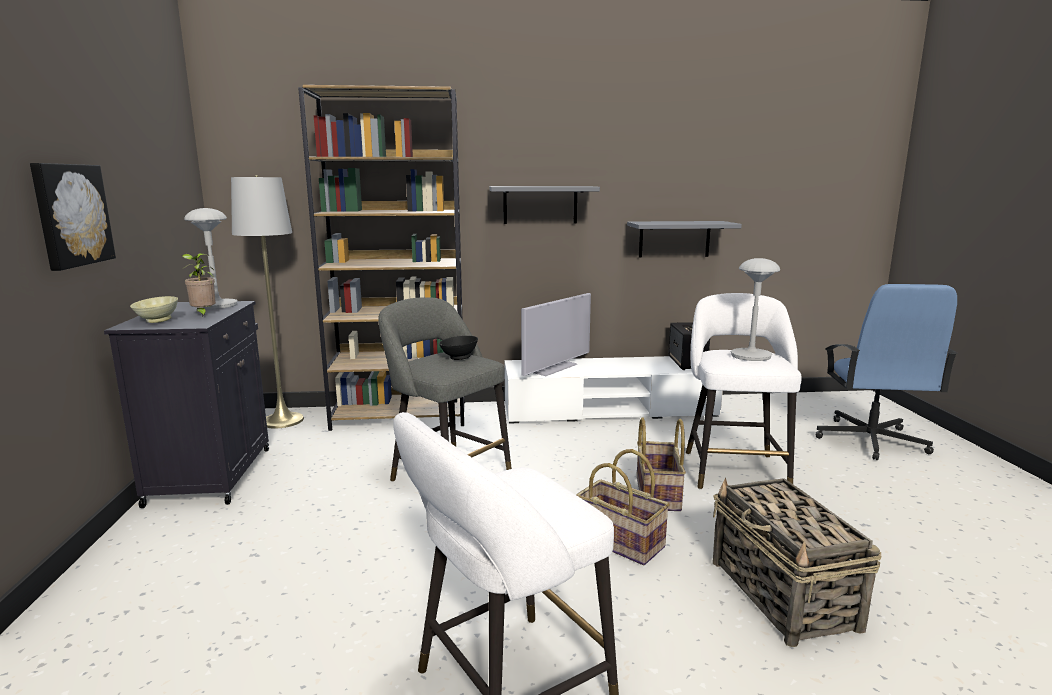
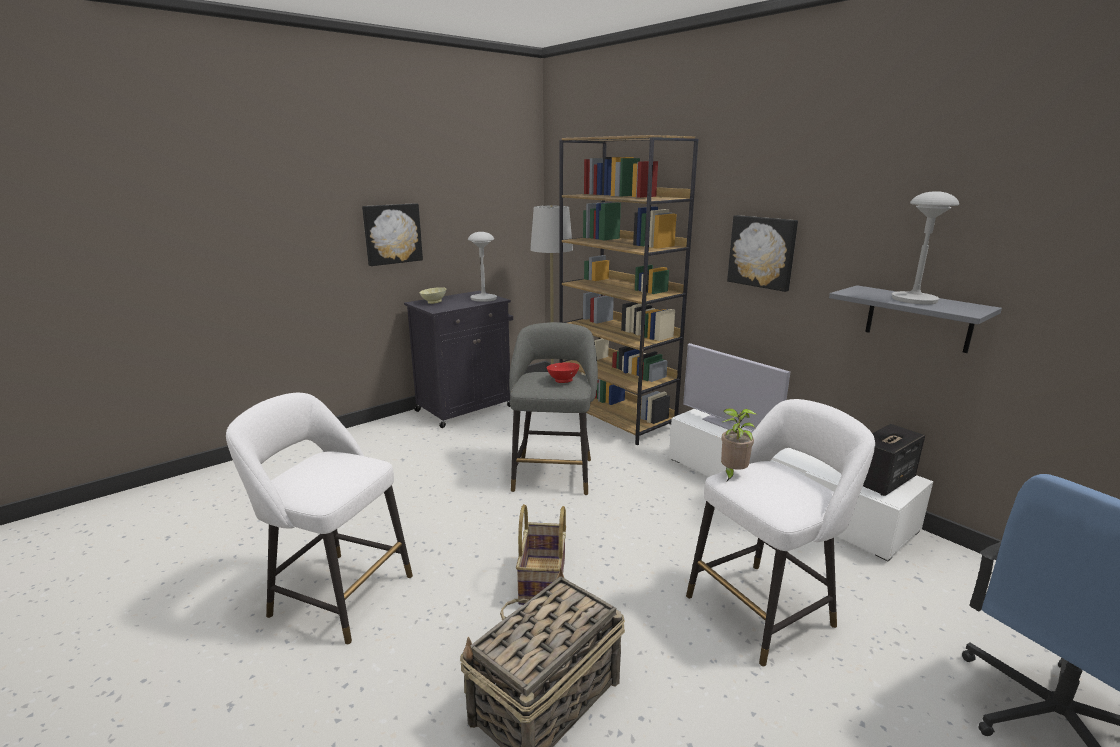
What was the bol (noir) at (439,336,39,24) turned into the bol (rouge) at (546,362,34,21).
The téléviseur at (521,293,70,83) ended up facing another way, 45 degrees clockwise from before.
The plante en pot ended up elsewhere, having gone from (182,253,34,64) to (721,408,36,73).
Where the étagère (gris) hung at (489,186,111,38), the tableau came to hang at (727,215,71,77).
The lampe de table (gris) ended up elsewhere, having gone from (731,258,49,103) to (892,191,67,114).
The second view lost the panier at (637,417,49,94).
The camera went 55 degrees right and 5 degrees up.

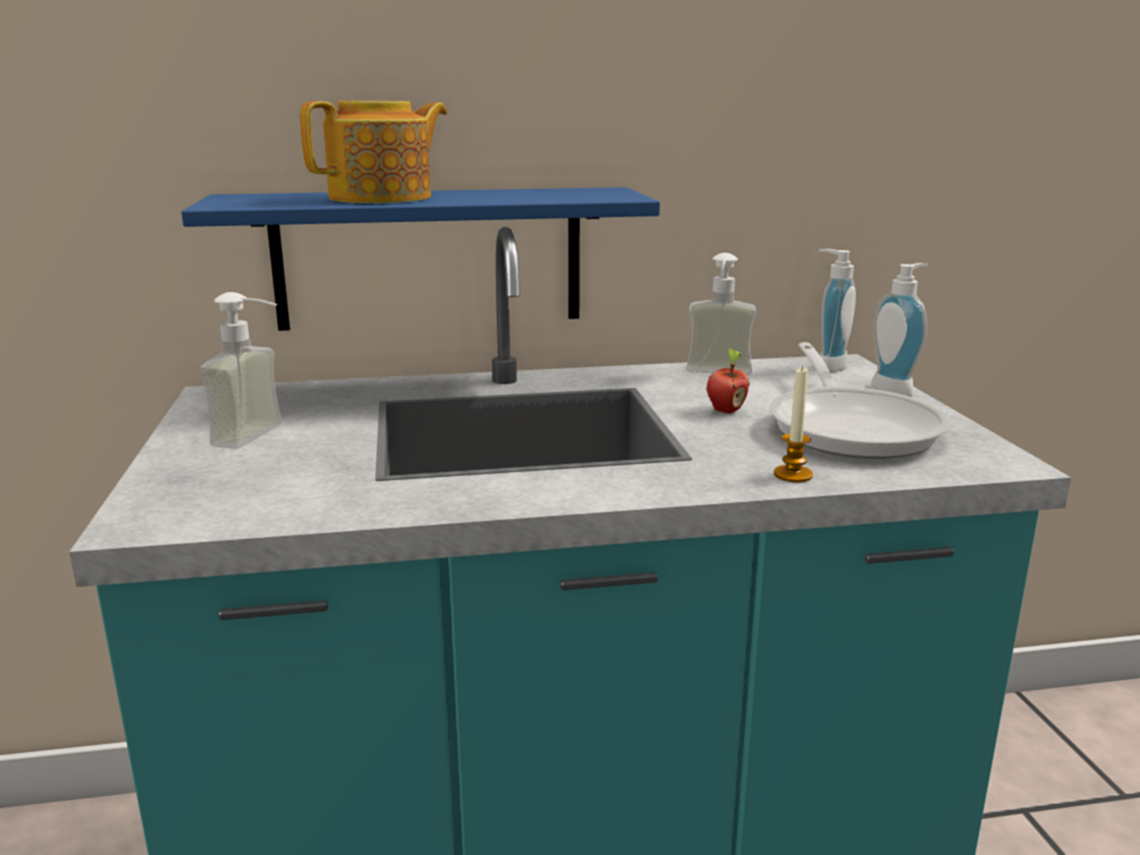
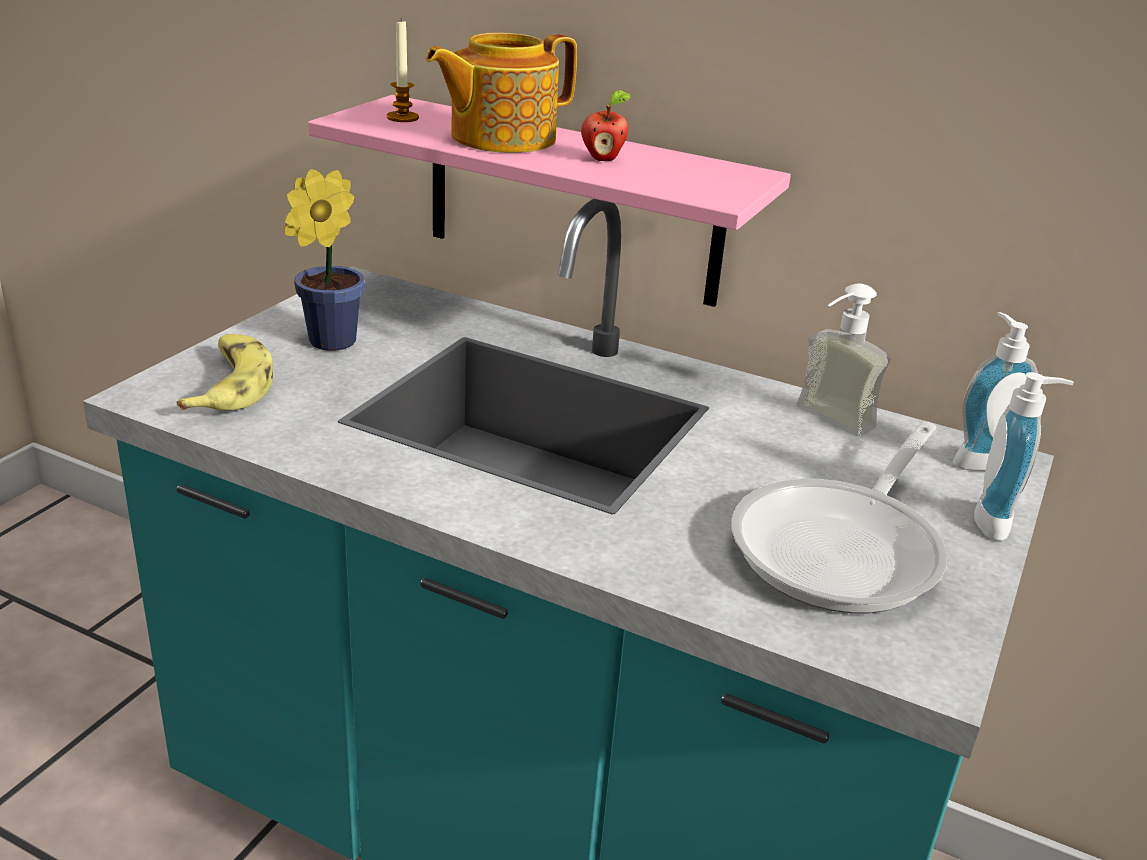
The second view gained the banane at (176,334,97,76).
Where the distributeur de savon stood at (200,292,82,157), the plante en pot came to stand at (284,169,81,182).
What was the étagère (bleu) at (181,187,479,144) turned into the étagère (rose) at (308,95,483,212).
The bougie ended up elsewhere, having gone from (774,366,39,116) to (387,20,32,102).
The théière at (300,100,147,103) ended up facing another way, 150 degrees clockwise from before.
The pomme ended up elsewhere, having gone from (707,348,43,65) to (581,90,50,71).
The camera went 35 degrees right and 10 degrees up.

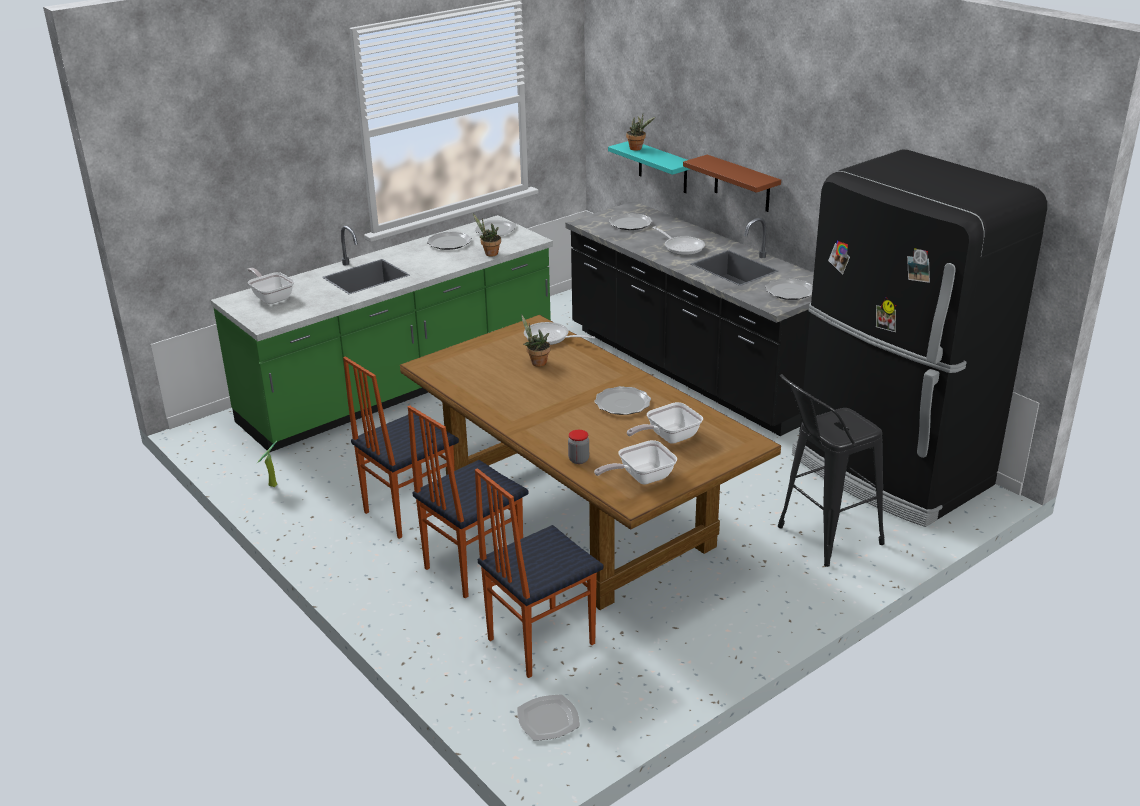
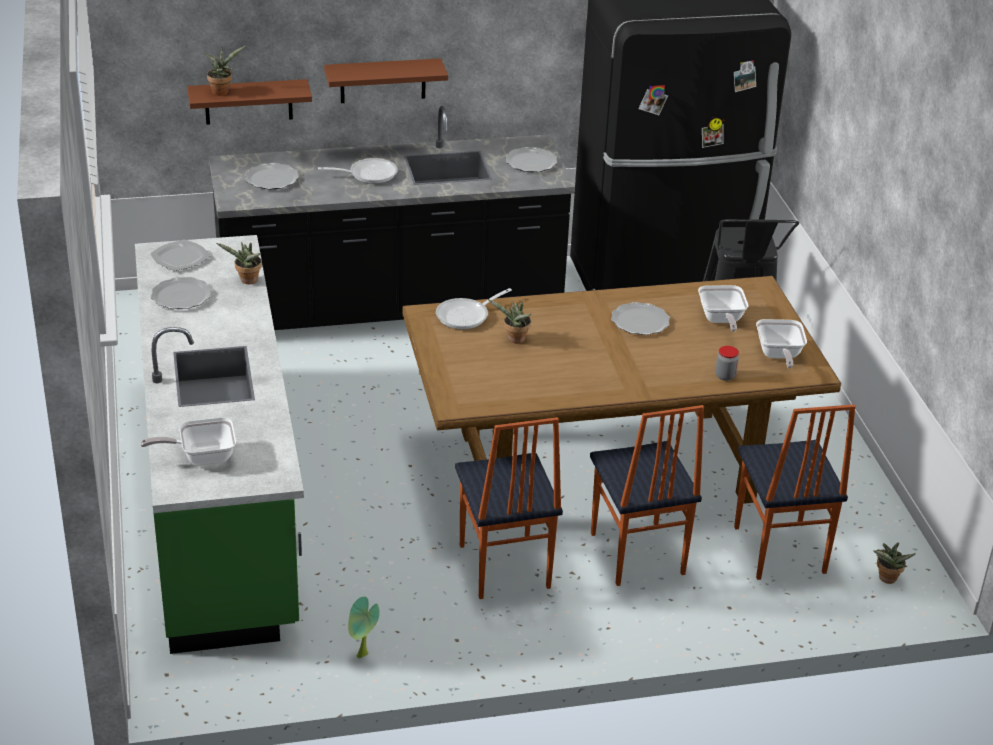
What was the étagère (turquoise) at (608,141,82,52) turned into the étagère (marron) at (187,79,125,46).
Where the assiette stood at (517,694,63,47), the plante en pot came to stand at (873,543,43,41).
The camera went 65 degrees left and 5 degrees up.

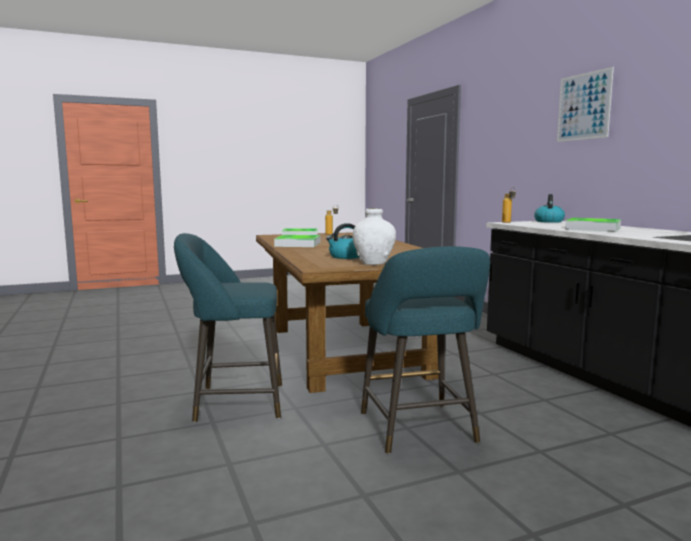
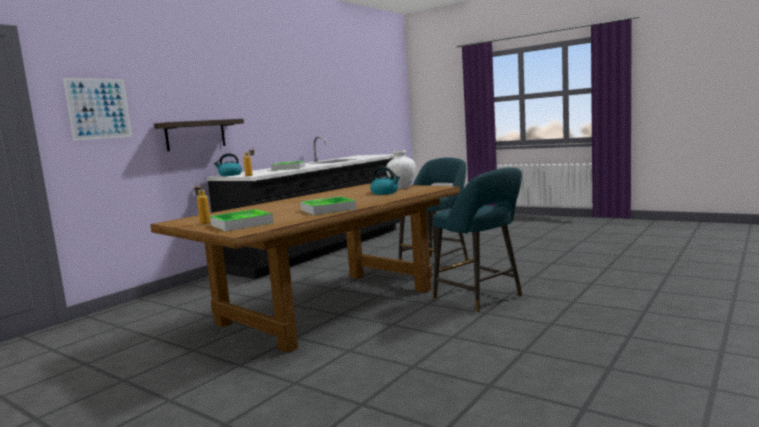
The tableau ended up elsewhere, having gone from (557,67,57,75) to (63,78,69,63).
The second view gained the étagère at (154,119,90,32).
The camera went 120 degrees left and 0 degrees up.

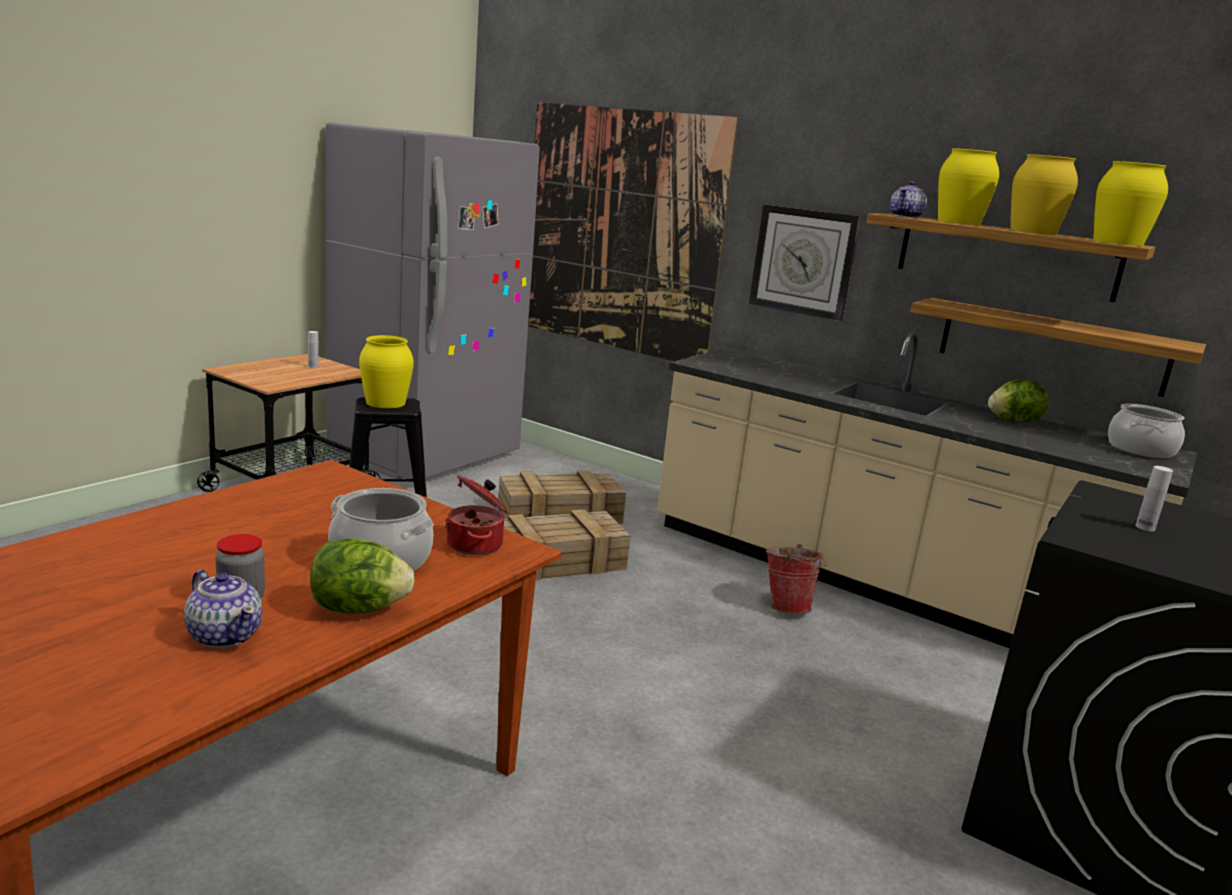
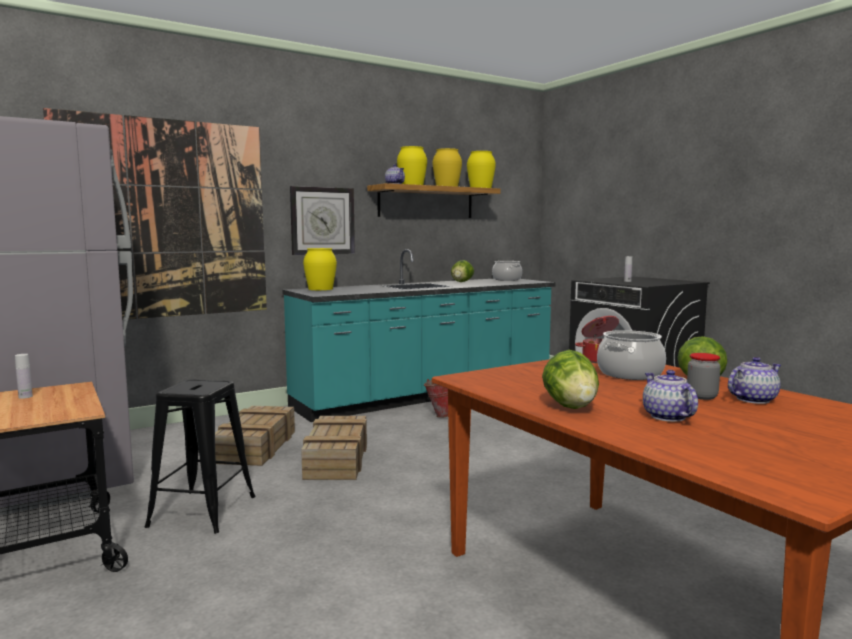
What was the comptoir de cuisine (beige) at (657,332,540,317) turned into the comptoir de cuisine (turquoise) at (282,249,274,173).
The vase (jaune) ended up elsewhere, having gone from (359,335,55,73) to (303,248,34,42).
The second view gained the laitue at (542,350,57,59).
The second view gained the théière at (643,370,55,52).
The second view lost the étagère at (910,298,296,99).
The camera went 65 degrees left and 10 degrees down.

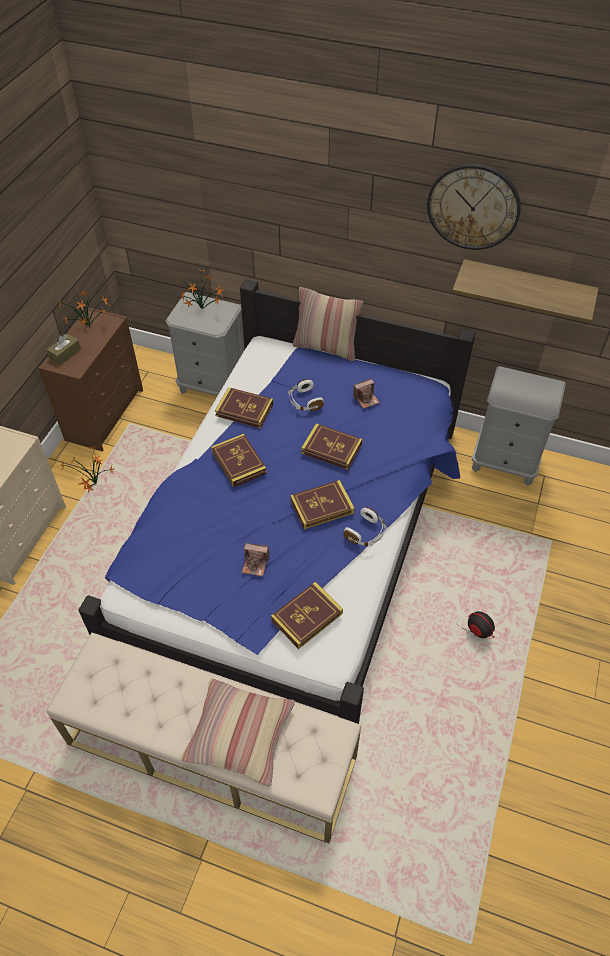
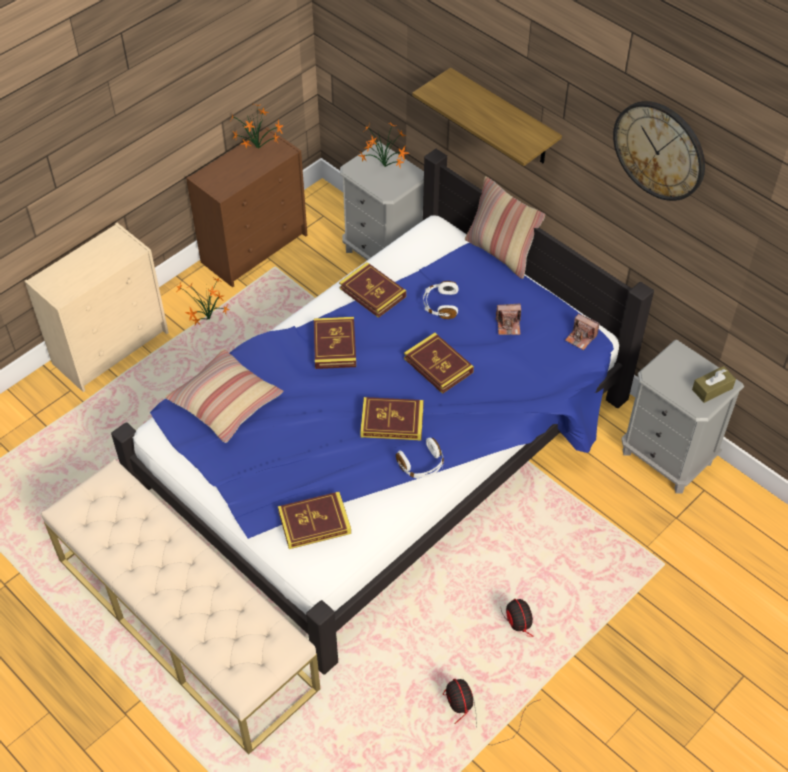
The coussin ended up elsewhere, having gone from (180,678,115,108) to (165,349,118,94).
The étagère ended up elsewhere, having gone from (452,259,147,64) to (412,67,150,99).
The second view gained the ventilateur at (443,679,98,66).
The appareil photo ended up elsewhere, having gone from (242,543,27,33) to (565,314,34,36).
The boîte à mouchoirs (marron) ended up elsewhere, having gone from (47,334,34,31) to (692,366,44,37).
The camera went 25 degrees right and 0 degrees up.

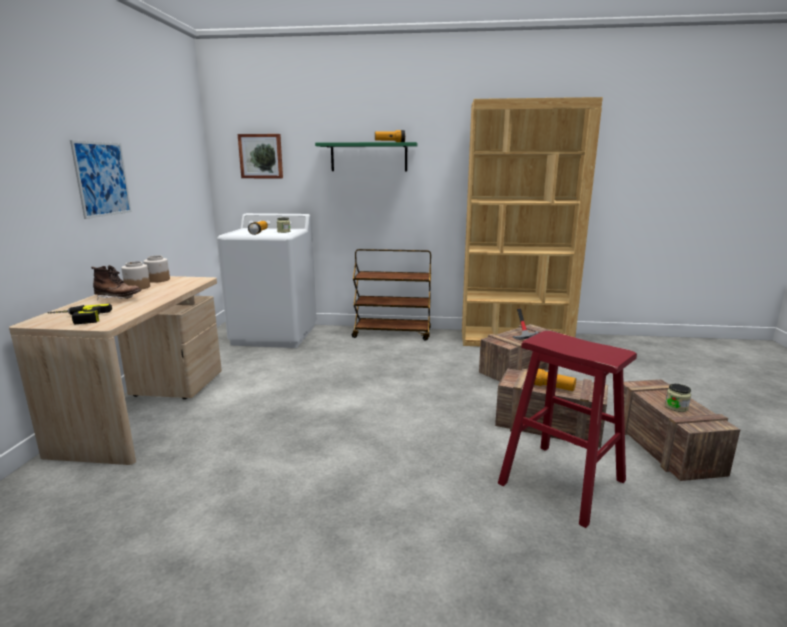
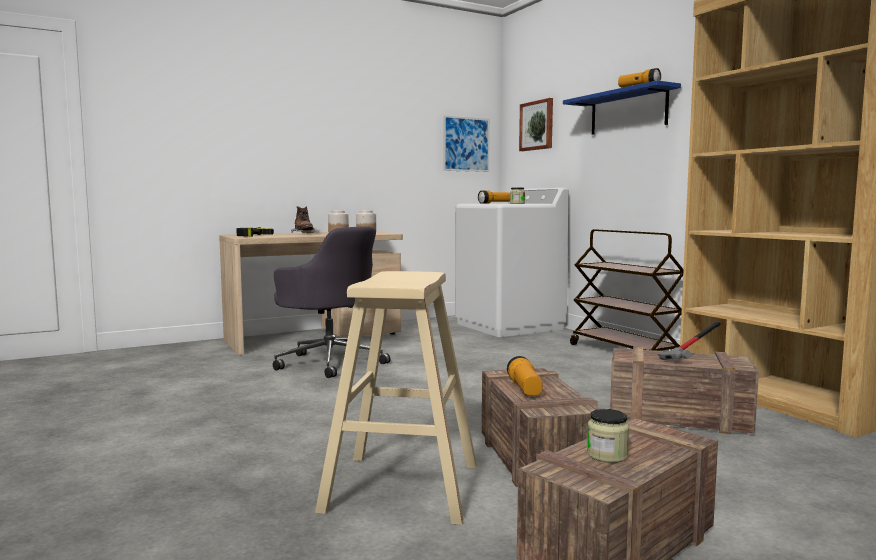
The second view gained the chaise de bureau (gris) at (273,227,118,151).
What was the tabouret (rouge) at (498,331,139,197) turned into the tabouret (beige) at (315,271,162,254).
The tableau ended up elsewhere, having gone from (70,140,62,79) to (443,115,47,57).
What was the étagère (vert) at (315,142,103,29) turned into the étagère (bleu) at (563,80,118,55).
The camera went 55 degrees right and 10 degrees down.

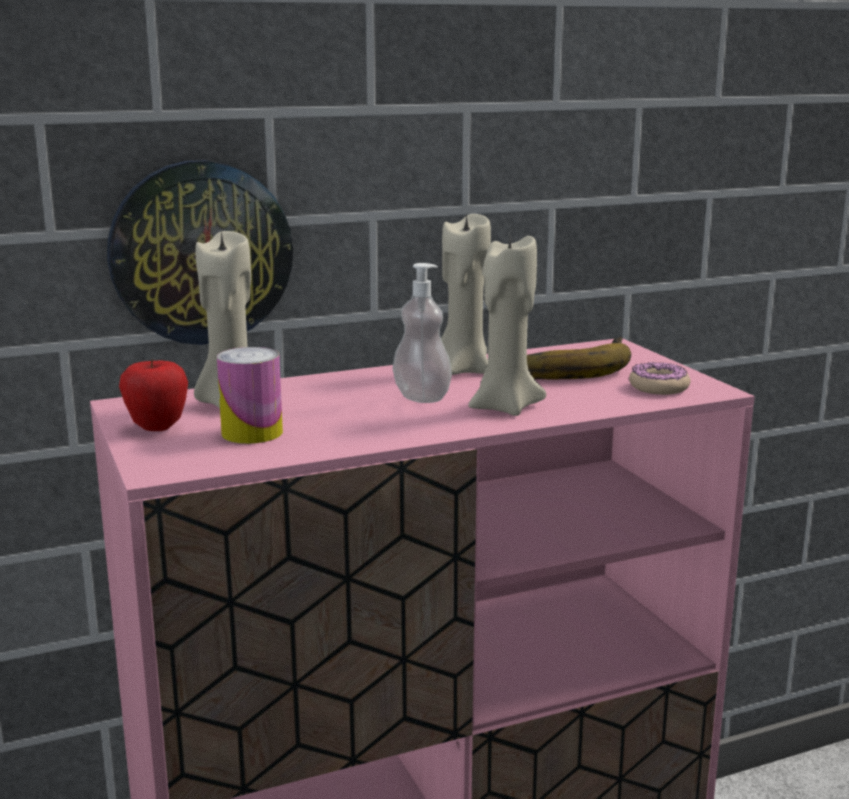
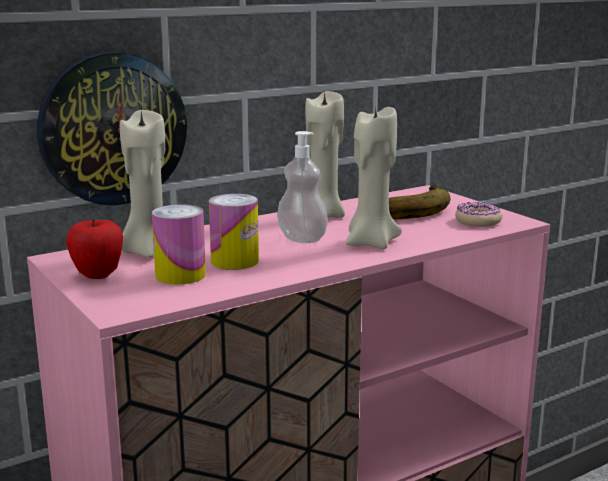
The second view gained the boîte métallique at (209,194,50,76).
The camera went 10 degrees left and 0 degrees up.

